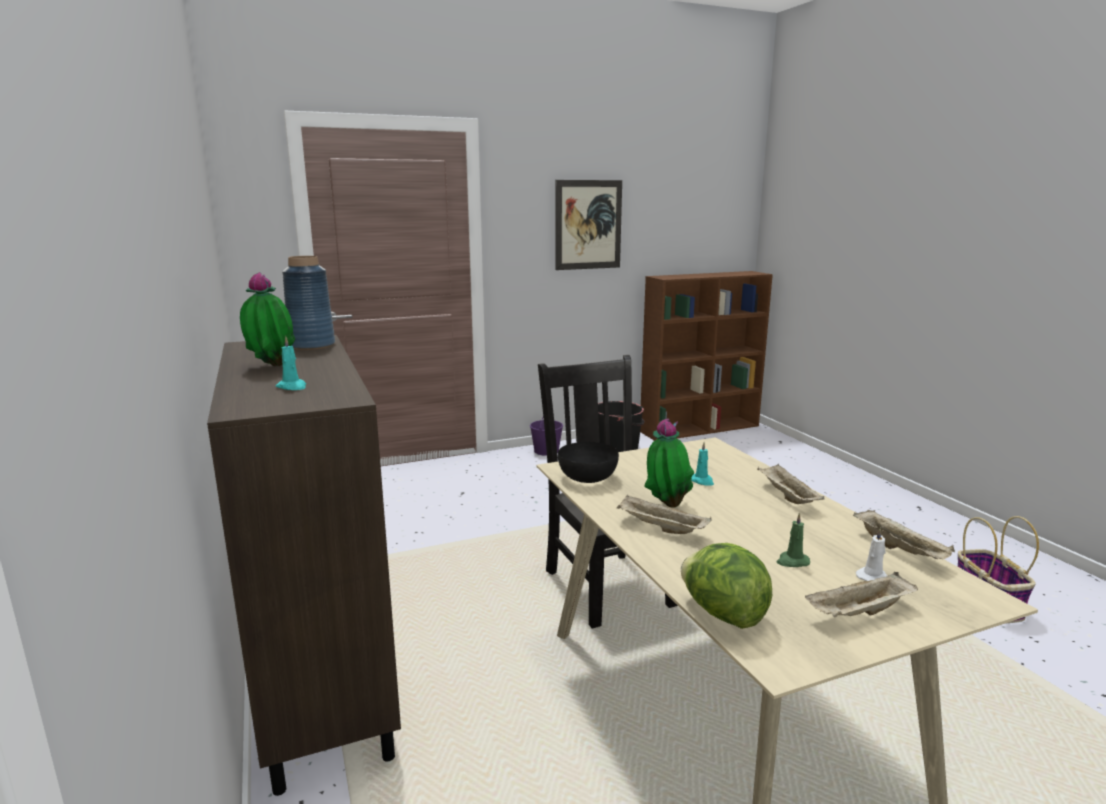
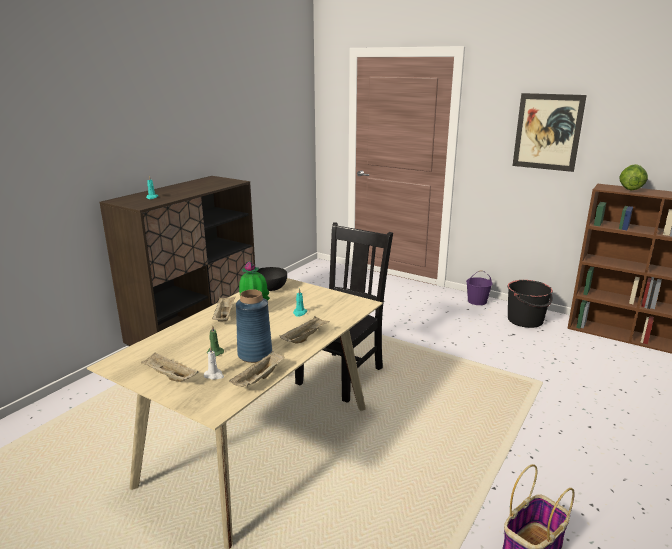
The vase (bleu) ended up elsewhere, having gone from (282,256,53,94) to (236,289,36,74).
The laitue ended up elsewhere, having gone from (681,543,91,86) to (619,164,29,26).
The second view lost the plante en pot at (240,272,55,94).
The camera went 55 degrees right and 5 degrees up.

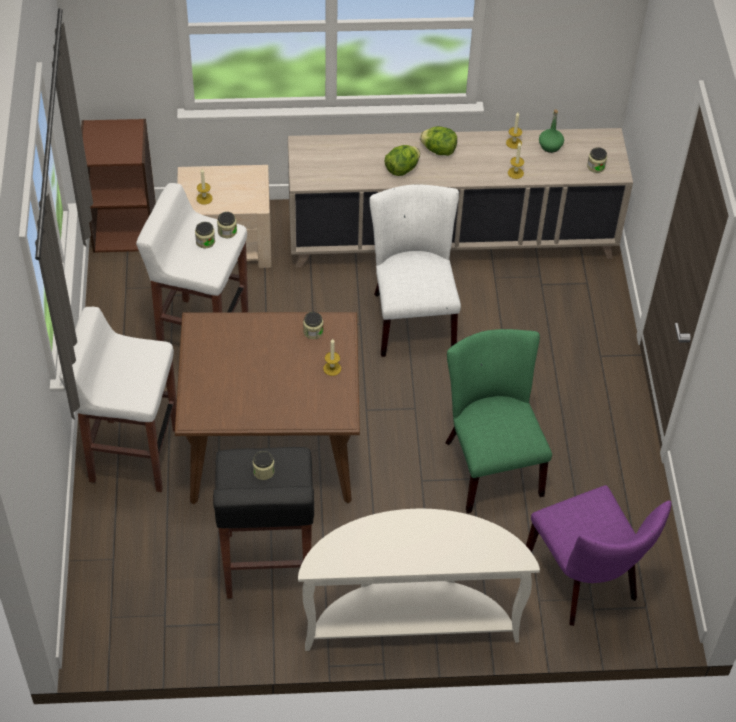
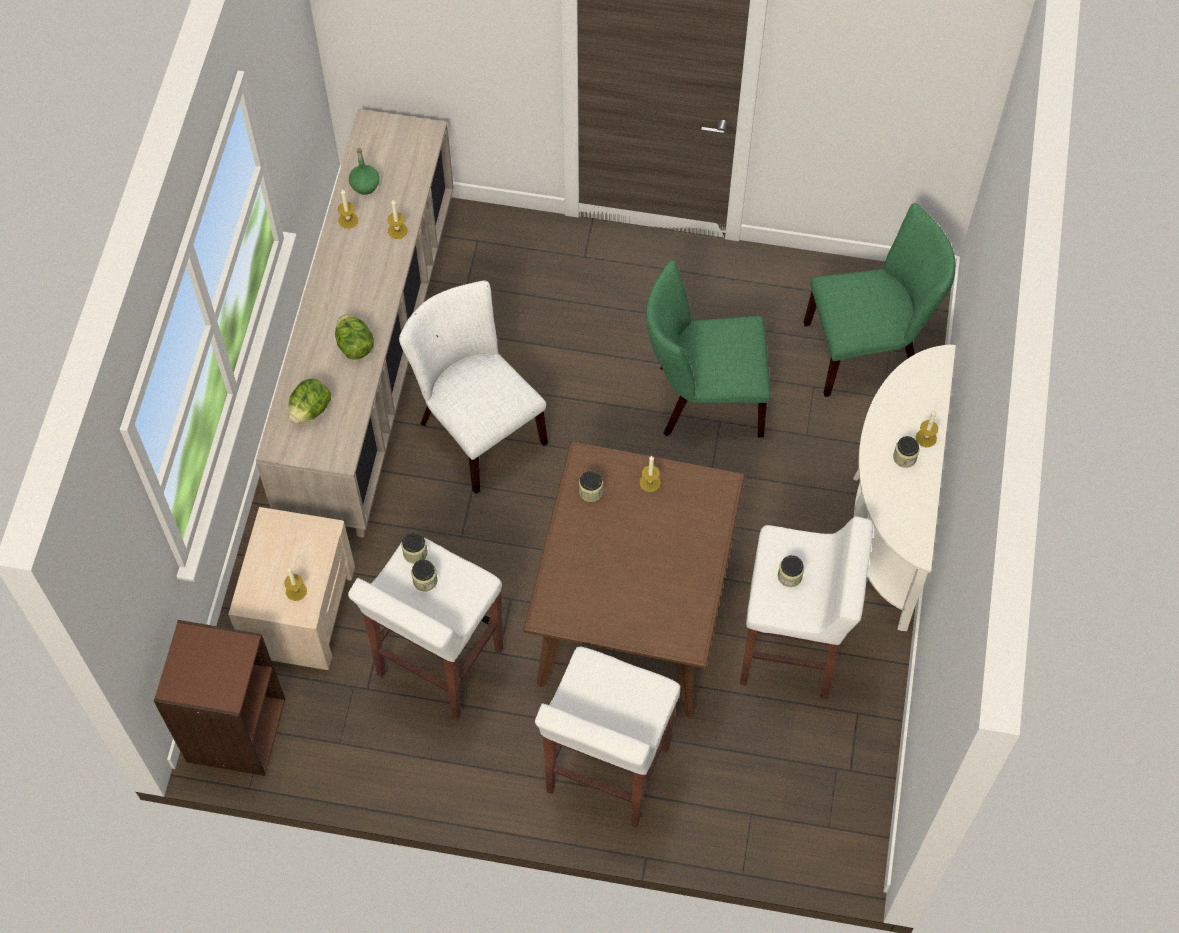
The laitue ended up elsewhere, having gone from (420,126,37,30) to (288,378,43,46).
The chaise (blanc) at (369,184,92,173) ended up facing another way, 45 degrees clockwise from before.
What was the tabouret (noir) at (213,447,101,152) turned into the tabouret (blanc) at (740,516,133,183).
What was the chaise (violet) at (526,485,146,141) turned into the chaise (vert) at (804,203,151,194).
The bocal ended up elsewhere, having gone from (587,147,20,26) to (893,436,27,32).
The second view gained the bougie at (916,410,22,37).
The camera went 75 degrees left and 10 degrees up.

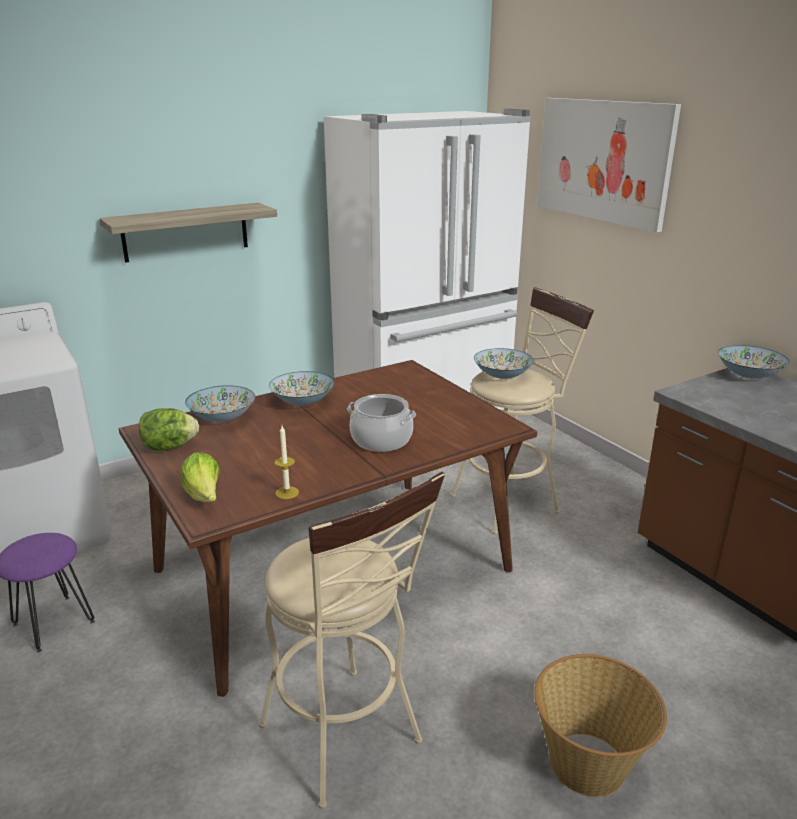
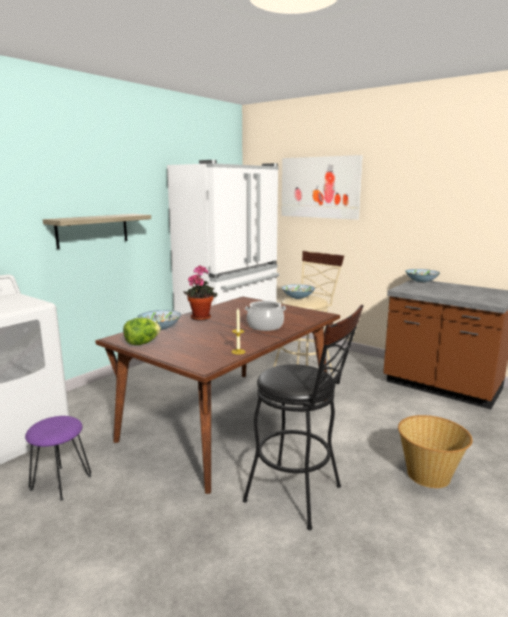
Where the bol stood at (269,371,66,35), the plante en pot came to stand at (183,265,34,56).
What was the tabouret (beige) at (259,472,186,337) turned into the tabouret (noir) at (243,305,121,225).
The second view lost the laitue at (181,452,39,50).
The camera went 20 degrees left and 10 degrees down.

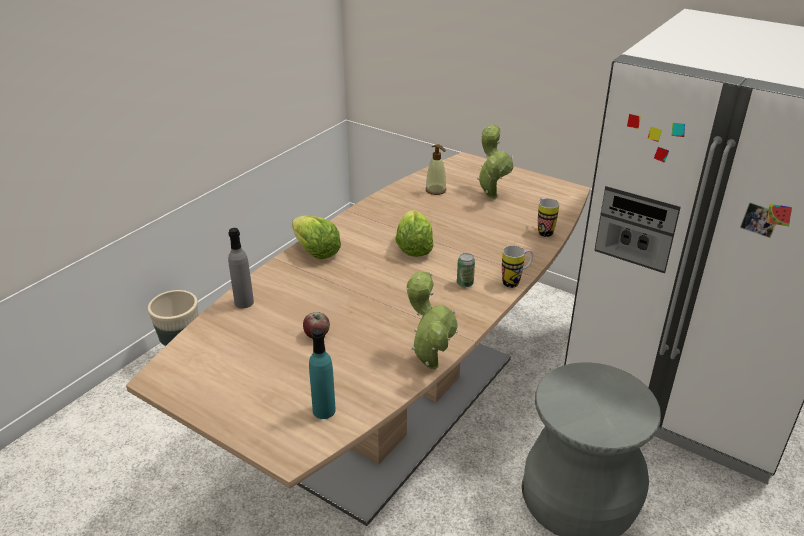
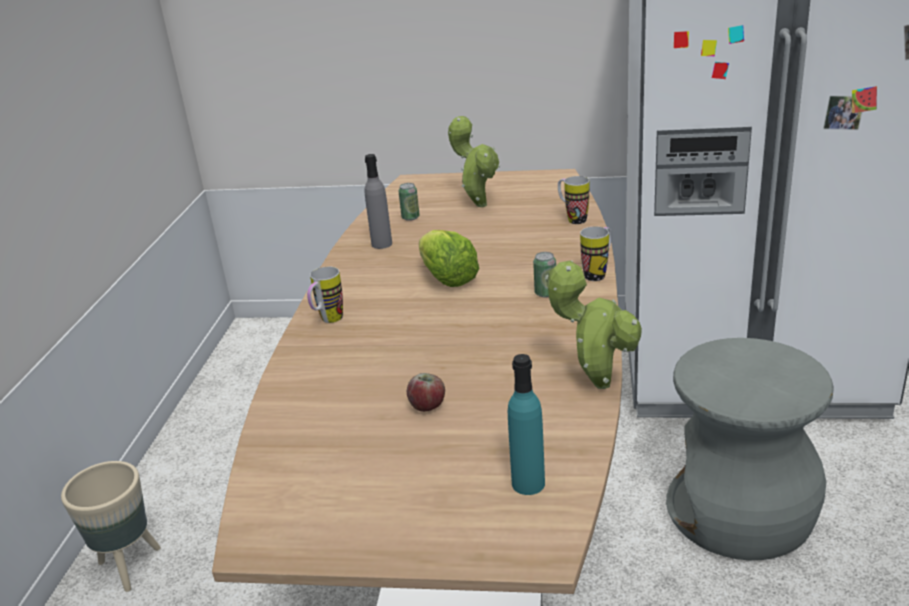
Where the laitue stood at (291,215,50,44), the mug came to stand at (307,266,36,57).
The bouteille (gris) ended up elsewhere, having gone from (228,228,26,81) to (365,154,27,95).
Where the distributeur de savon stood at (426,144,20,51), the boîte métallique came to stand at (398,183,22,38).
The camera went 25 degrees left and 5 degrees down.

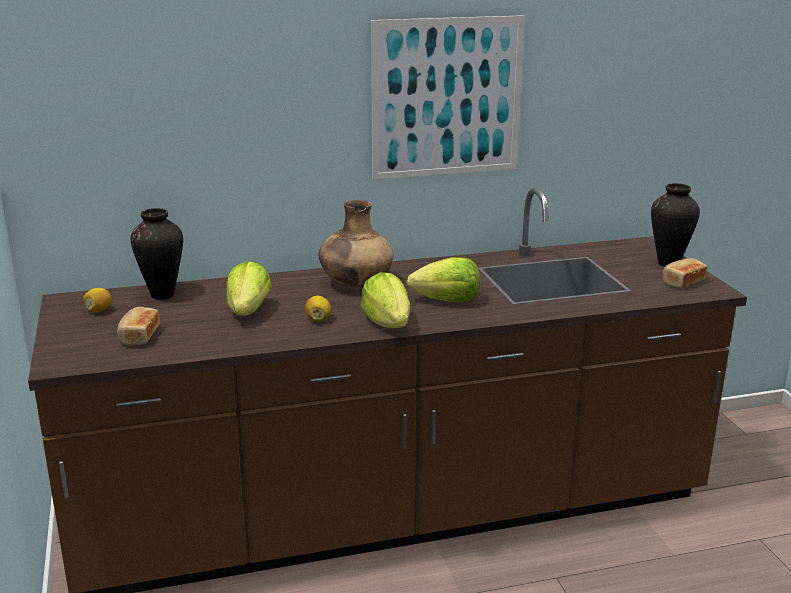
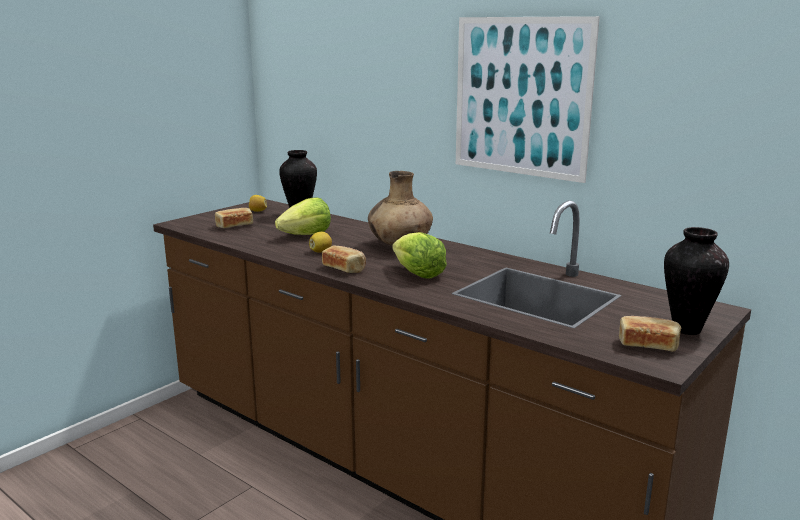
Where the laitue stood at (361,272,49,56), the pain came to stand at (322,246,44,27).
The camera went 55 degrees right and 5 degrees down.

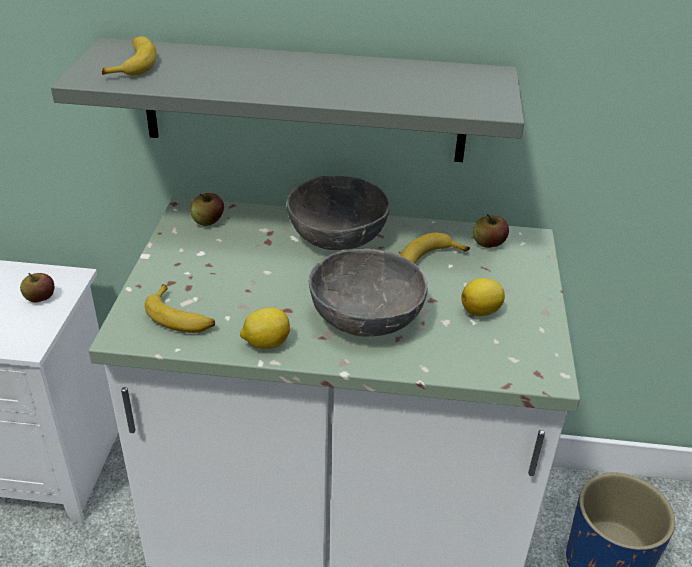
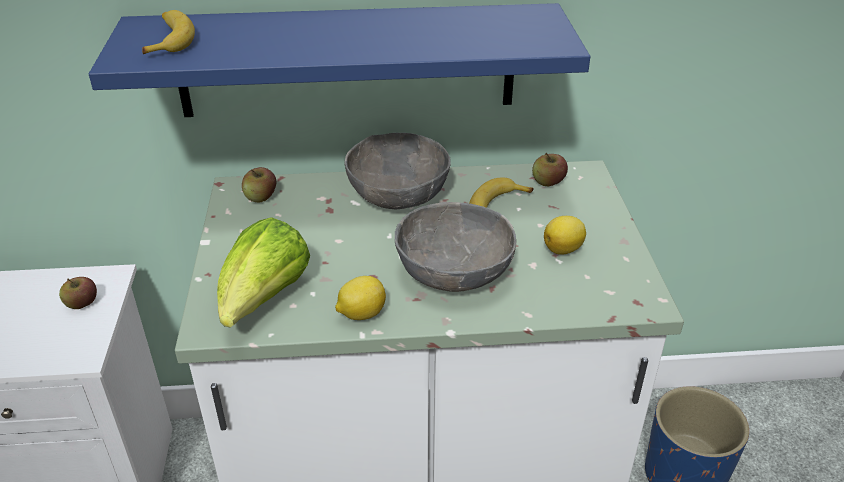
What was the étagère (gris) at (51,38,473,124) turned into the étagère (bleu) at (89,3,501,114).
Where the banane stood at (145,284,70,49), the laitue came to stand at (217,217,93,111).
The camera went 10 degrees left and 0 degrees up.

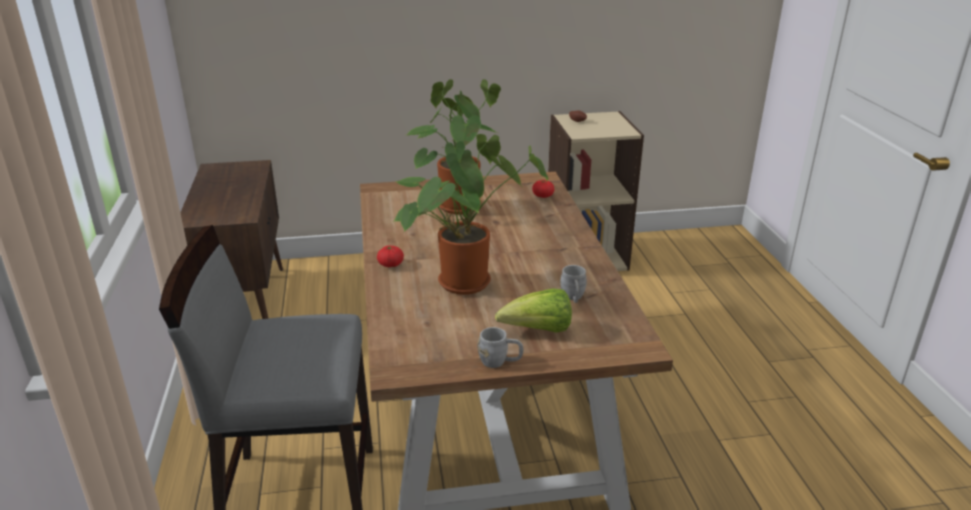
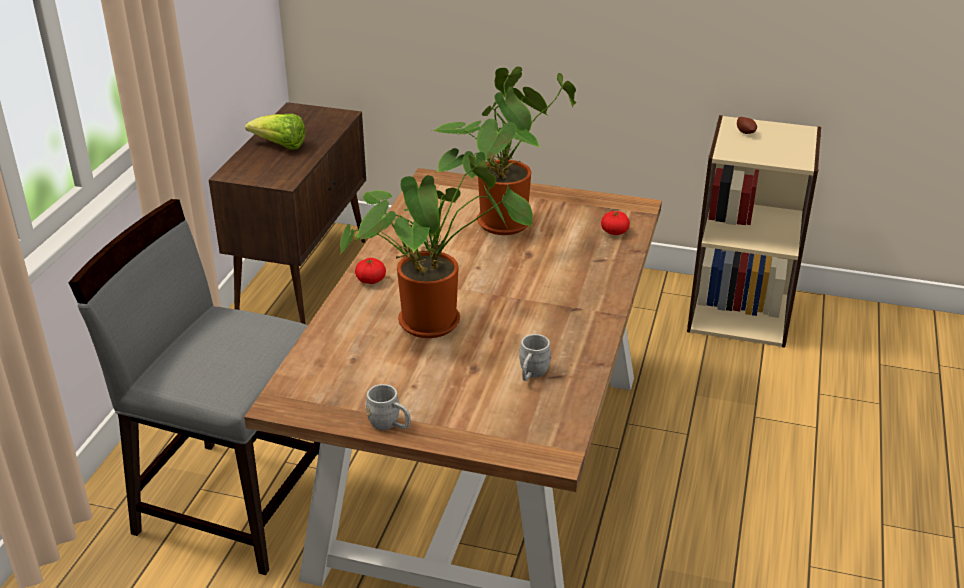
The laitue ended up elsewhere, having gone from (495,288,77,44) to (245,114,61,36).
The camera went 25 degrees right and 5 degrees up.

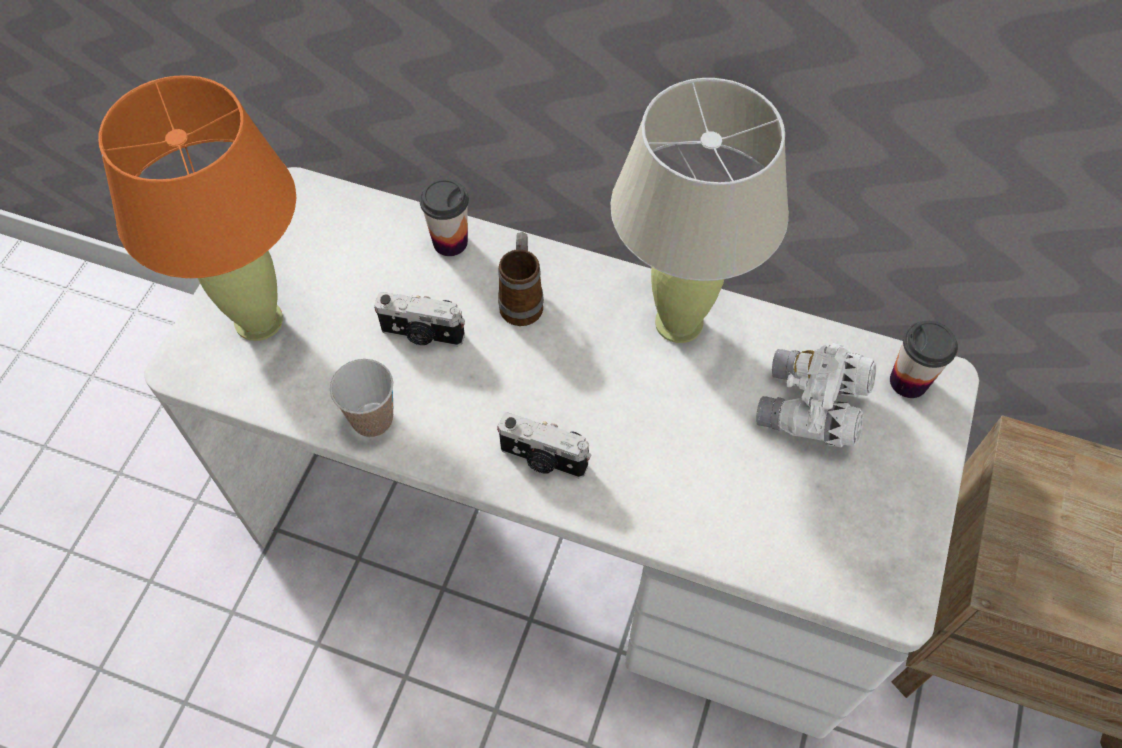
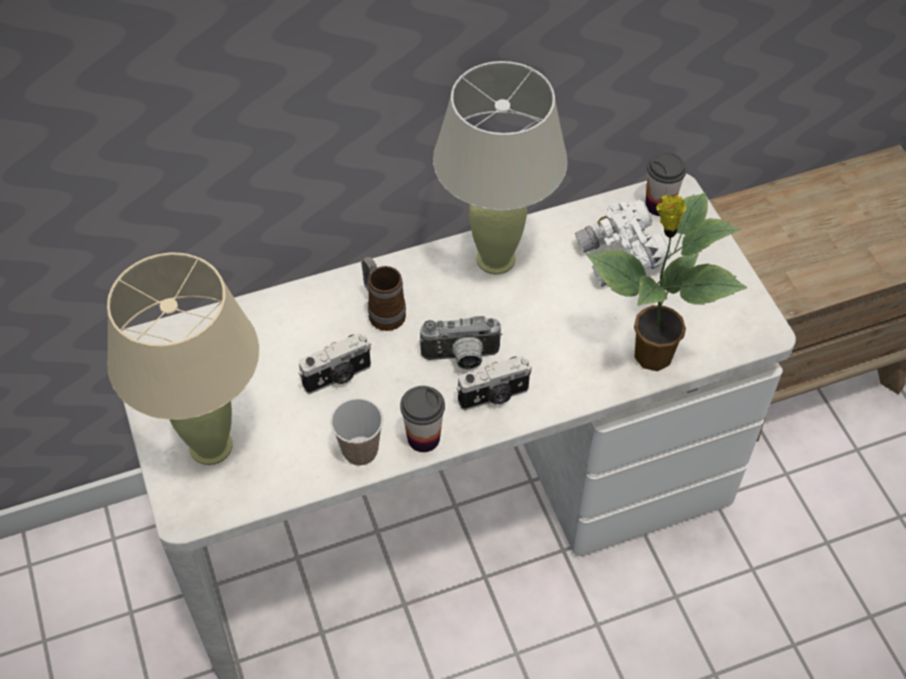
What was the lampe de table (orange) at (98,75,198,266) turned into the lampe de table (beige) at (107,253,152,212).
The tasse ended up elsewhere, having gone from (420,179,49,77) to (400,386,45,66).
The second view gained the appareil photo at (420,316,82,54).
The second view gained the plante en pot at (586,192,161,179).
The camera went 40 degrees left and 5 degrees down.

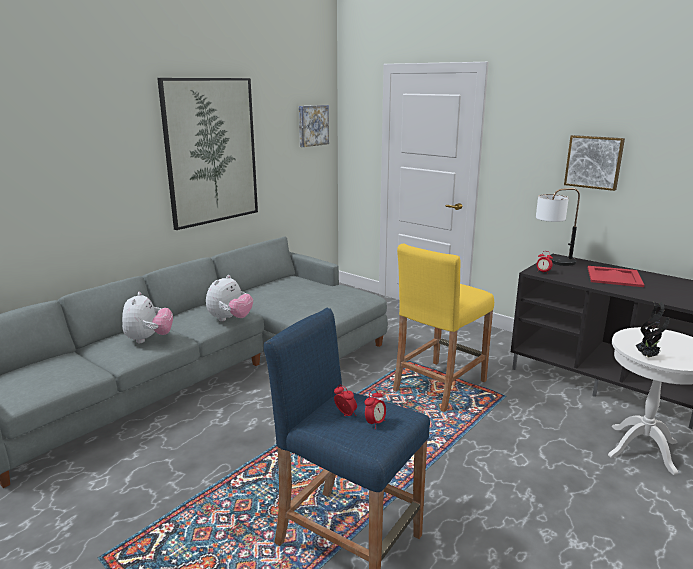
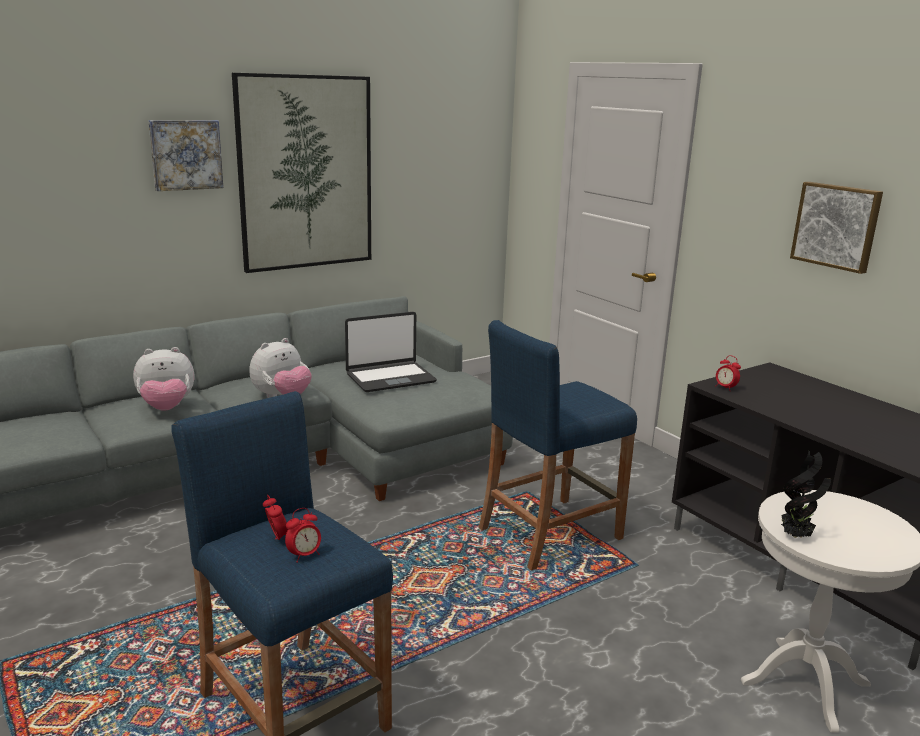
The peluche at (122,292,51,51) ended up facing another way, 60 degrees clockwise from before.
The tableau ended up elsewhere, having gone from (299,105,30,42) to (148,120,75,71).
The second view gained the ordinateur portable at (345,312,92,80).
What was the tabouret (jaune) at (393,243,101,169) turned into the tabouret (bleu) at (479,320,158,251).
The second view lost the lampe de table at (536,188,44,78).
The second view lost the plateau (rouge) at (588,266,56,21).
The camera went 15 degrees right and 0 degrees up.

